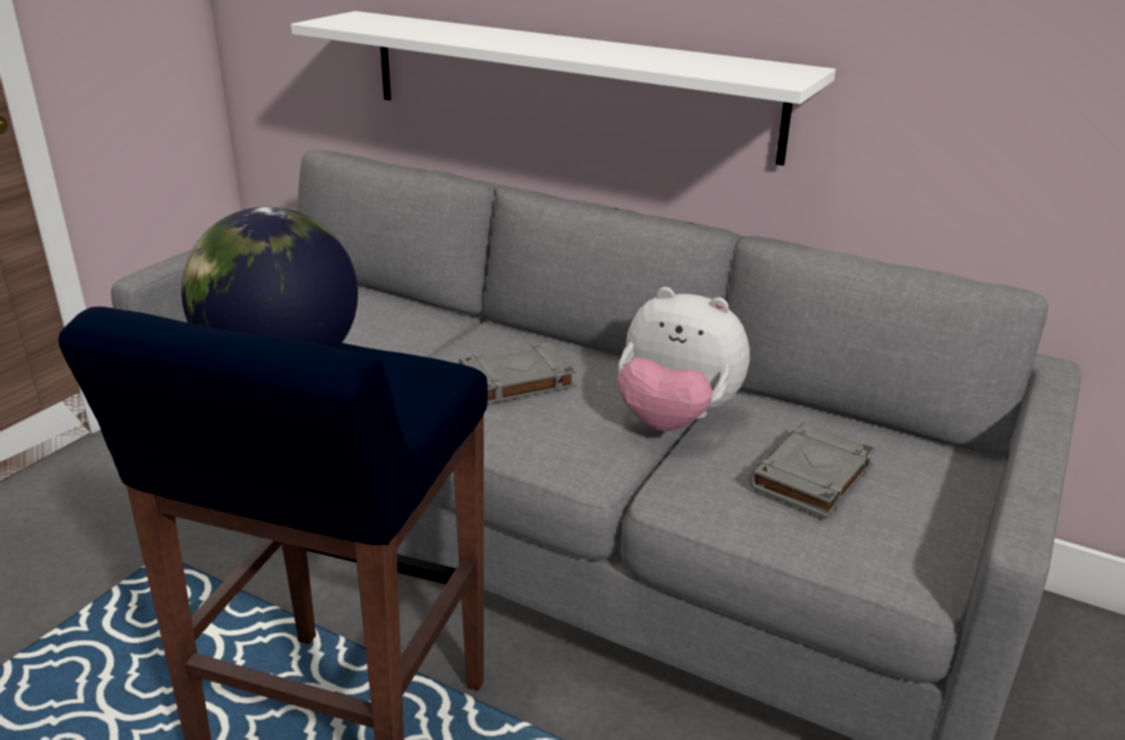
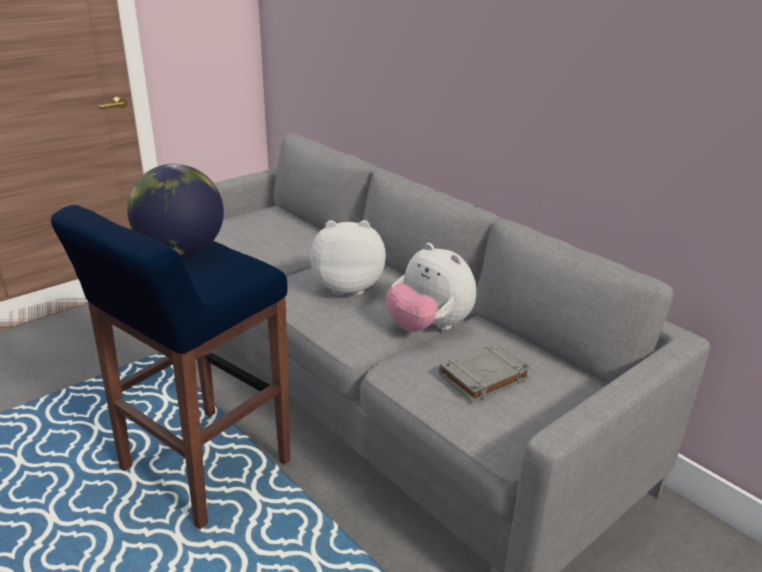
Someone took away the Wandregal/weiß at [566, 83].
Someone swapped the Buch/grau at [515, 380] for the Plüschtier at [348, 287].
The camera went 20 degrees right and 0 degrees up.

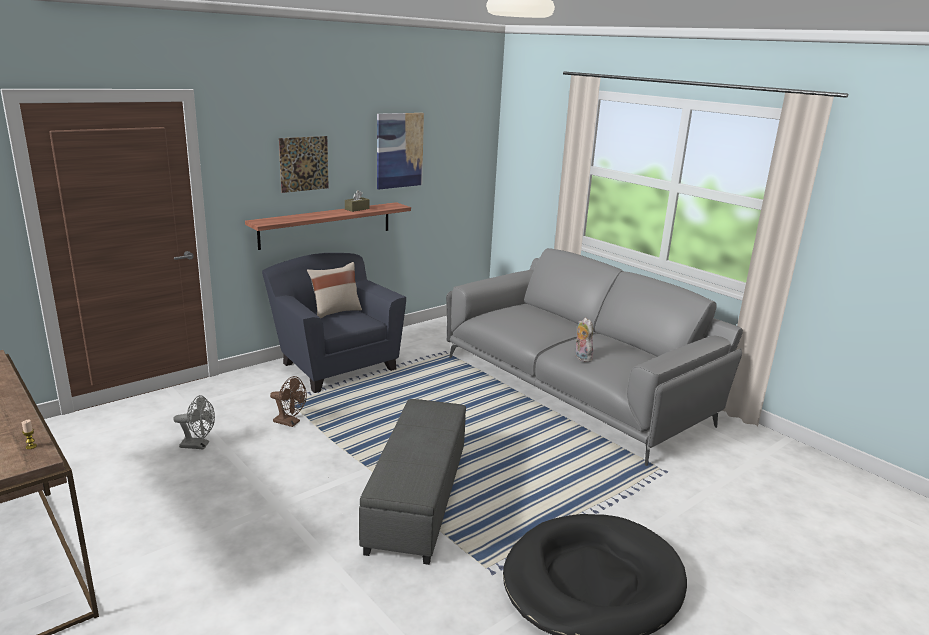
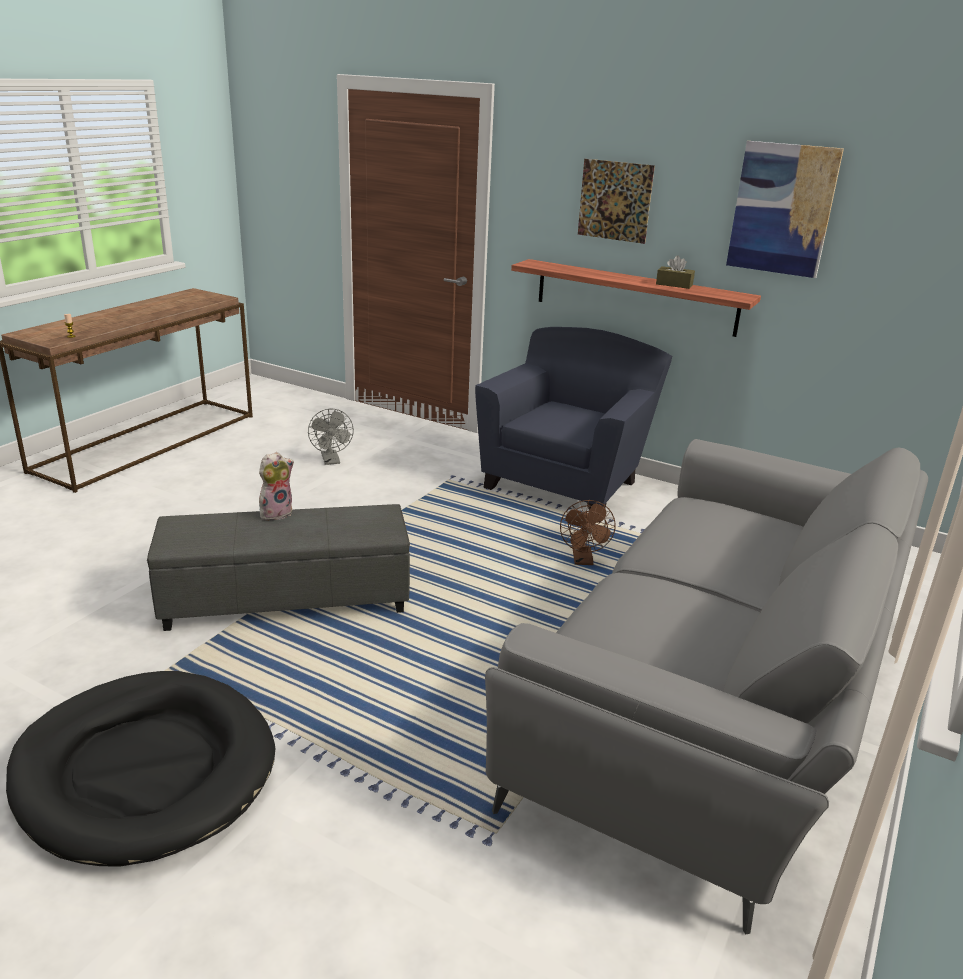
Someone carried the Ventilator/braun from [290, 422] to [583, 560].
Someone took away the Kissen/beige at [335, 312].
Someone carried the Plüschtier from [581, 357] to [276, 513].
The camera went 70 degrees right and 5 degrees up.

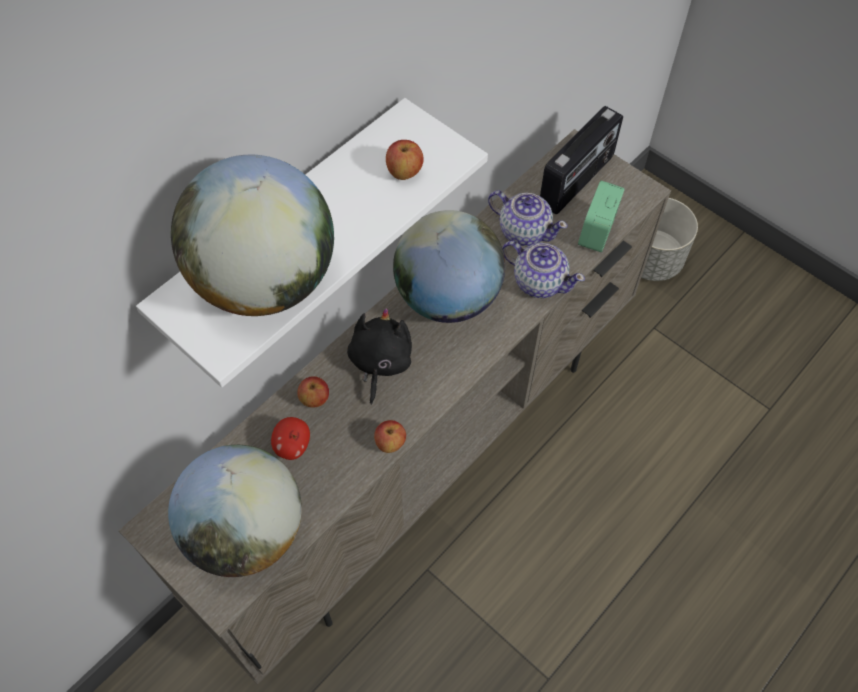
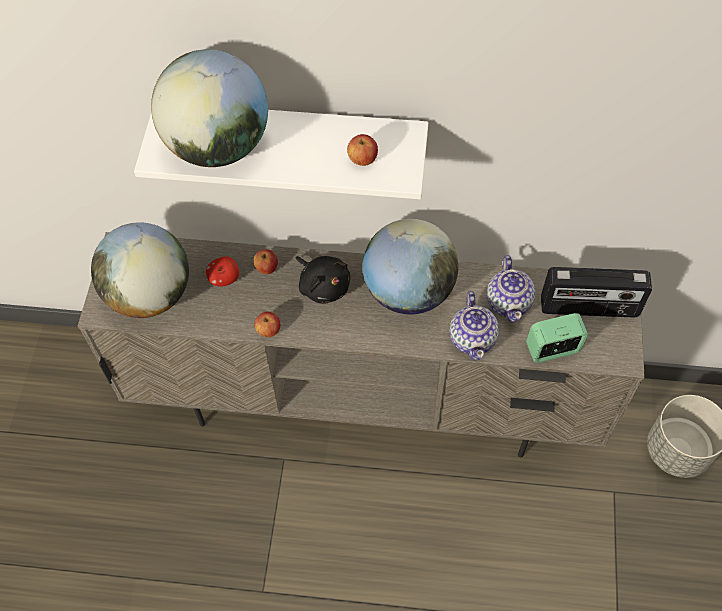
Someone rotated the Plüschtier/schwarz at [380, 362] by 75 degrees clockwise.
The camera went 55 degrees right and 0 degrees up.

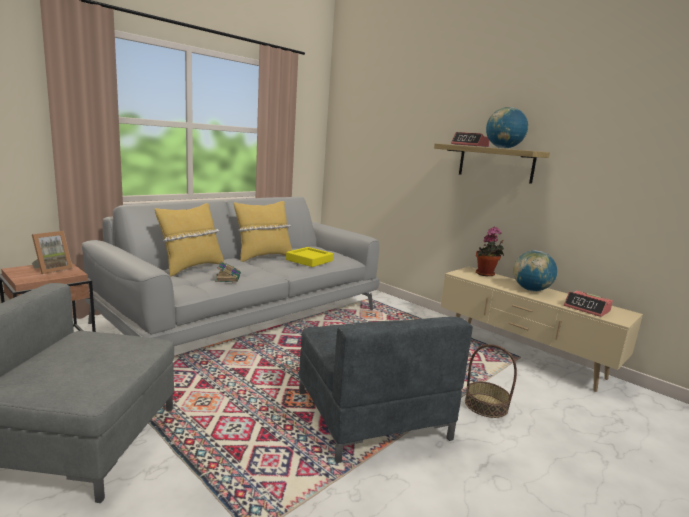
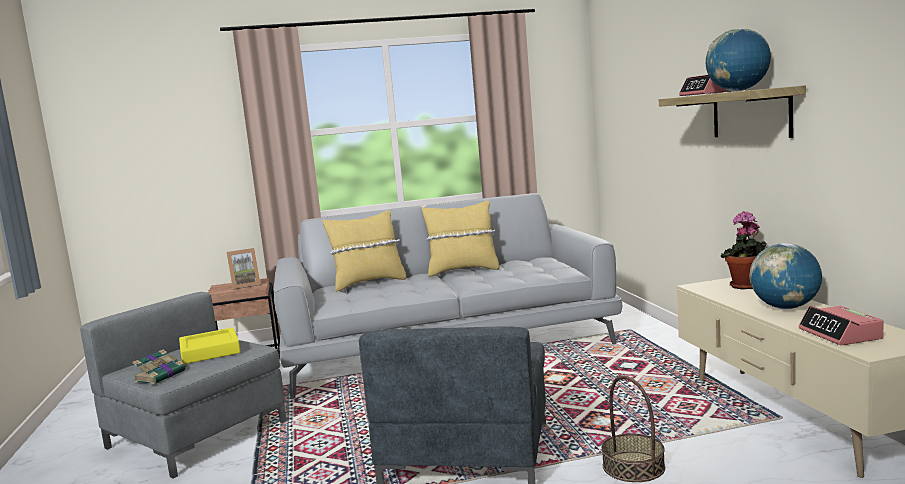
Someone carried the Buch from [228, 278] to [161, 375].
Someone carried the Tablett/gelb from [309, 260] to [210, 351].
The camera went 35 degrees right and 5 degrees down.

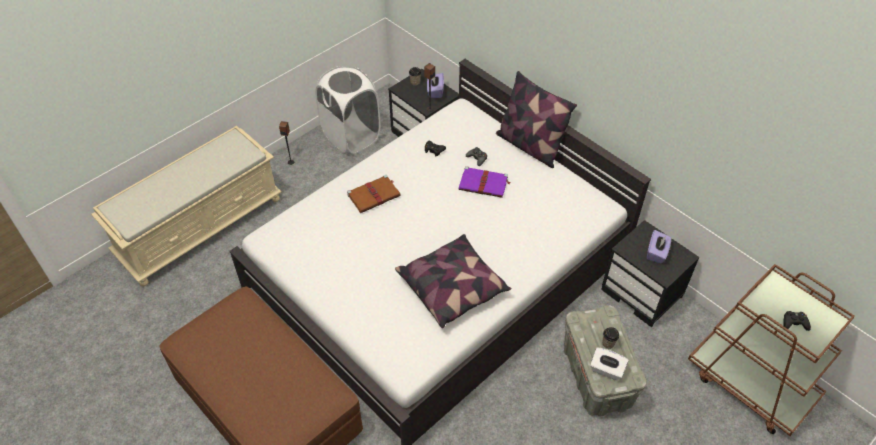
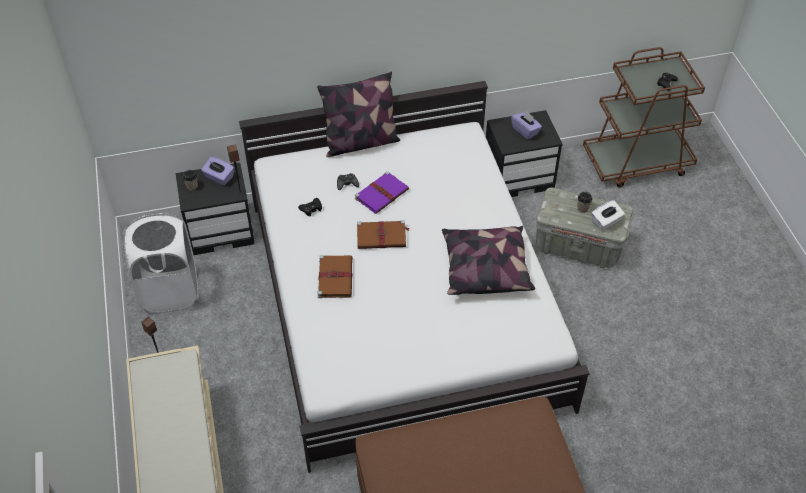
Someone put down the Buch/braun at [382, 236].
The camera went 60 degrees left and 0 degrees up.

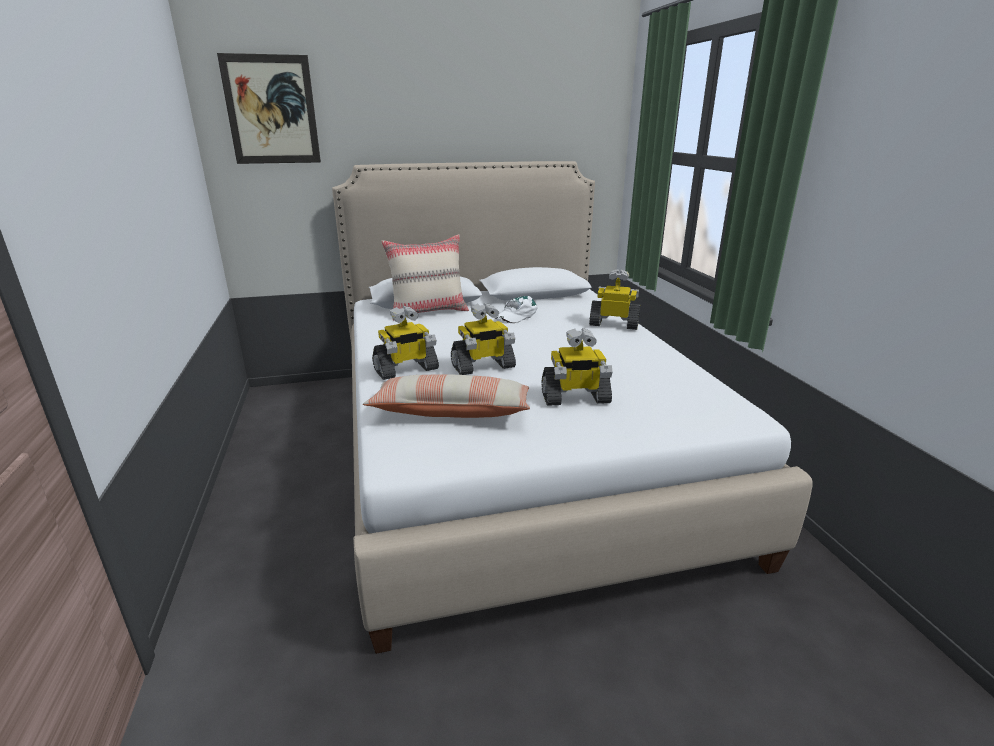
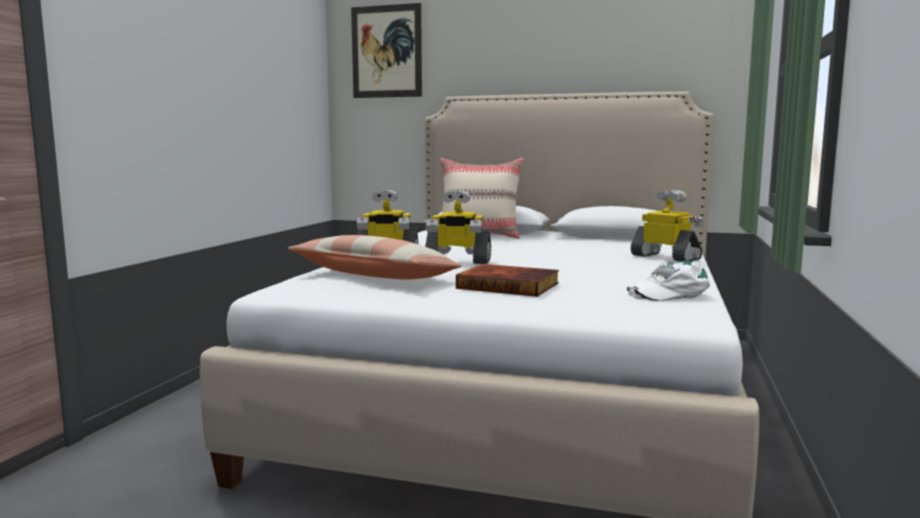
Someone carried the Kappe/weiß from [516, 315] to [668, 293].
Someone swapped the Spielzeugroboter at [575, 398] for the Buch at [509, 285].
The camera went 30 degrees right and 15 degrees down.

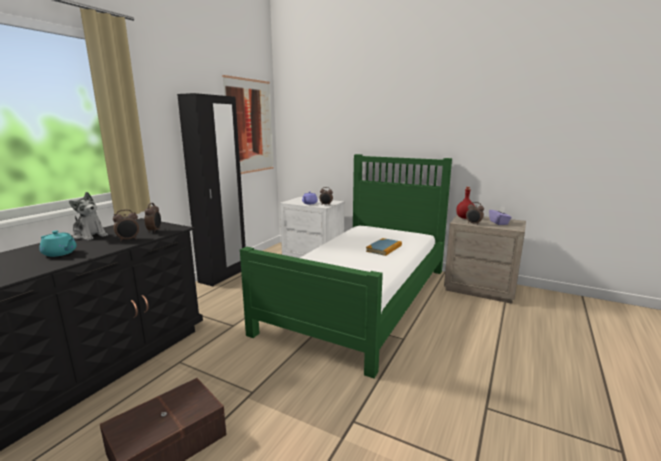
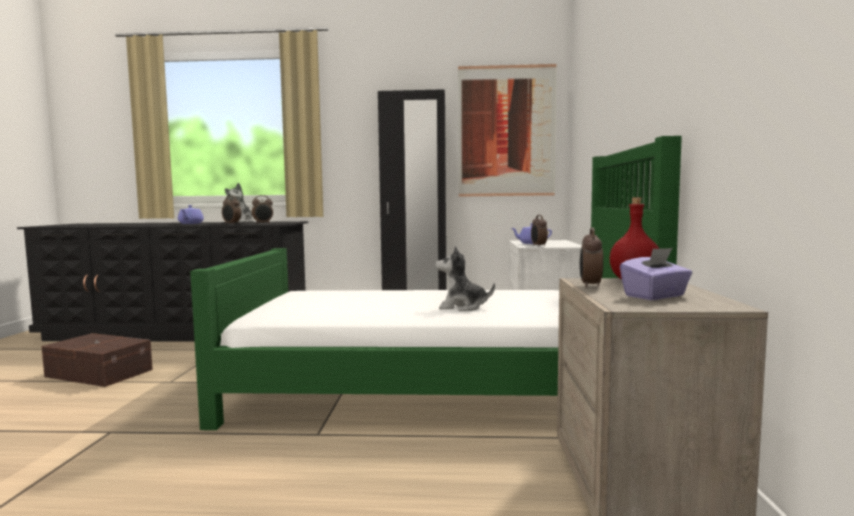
Someone repainted the Teekanne/türkis at [60, 253], which became the Teekanne/lila at [190, 223].
Someone swapped the Buch at [384, 248] for the Plüschtier at [462, 307].
The camera went 65 degrees right and 10 degrees down.

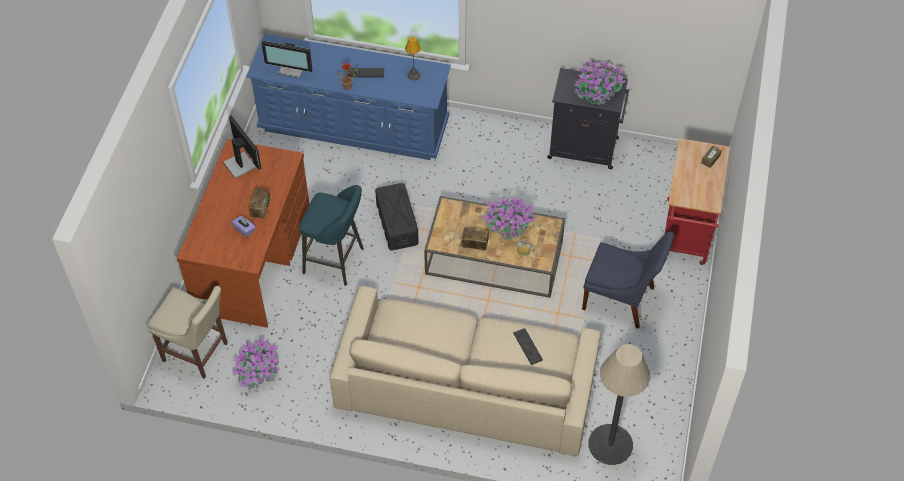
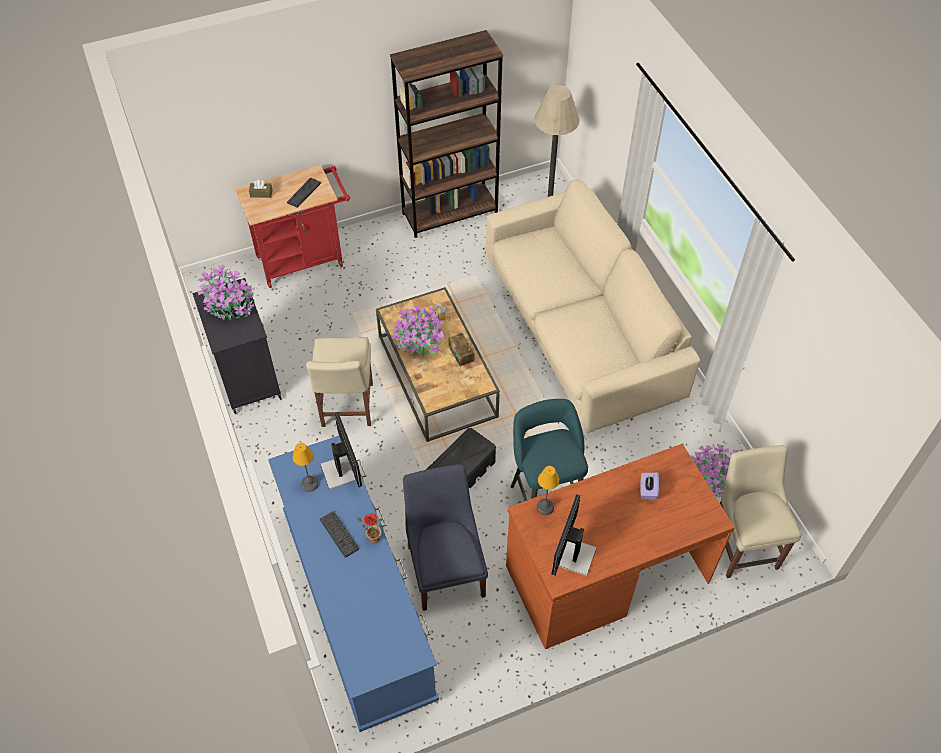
Someone took away the Radio at [260, 209].
Someone carried the Monitor from [292, 69] to [341, 471].
Someone carried the Tastatur from [528, 346] to [304, 193].
Someone carried the Stuhl/blau from [621, 300] to [446, 566].
Someone put down the Stuhl/beige at [346, 408].
Someone put down the Bücherregal/braun at [450, 213].
Someone put down the Tischlampe at [544, 507].
The camera went 125 degrees left and 0 degrees up.

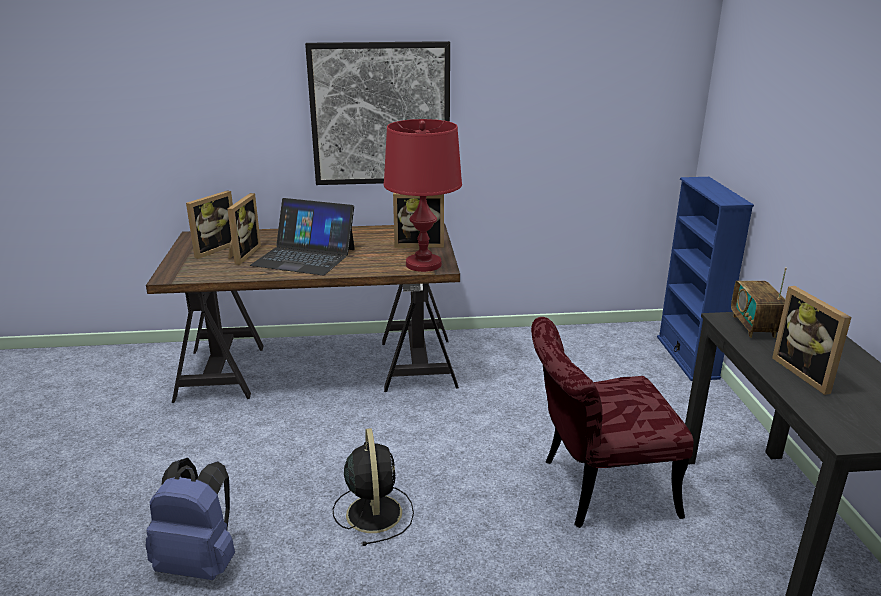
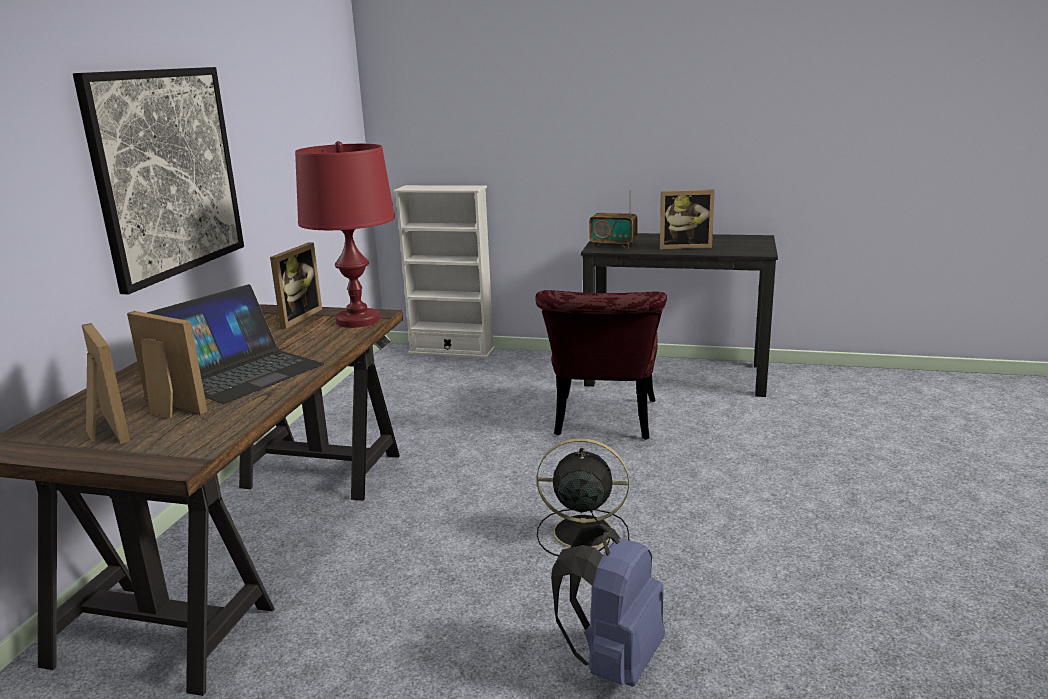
Someone repainted the Bücherregal/blau at [687, 357], which became the Bücherregal/weiß at [452, 351].
The camera went 70 degrees left and 5 degrees down.

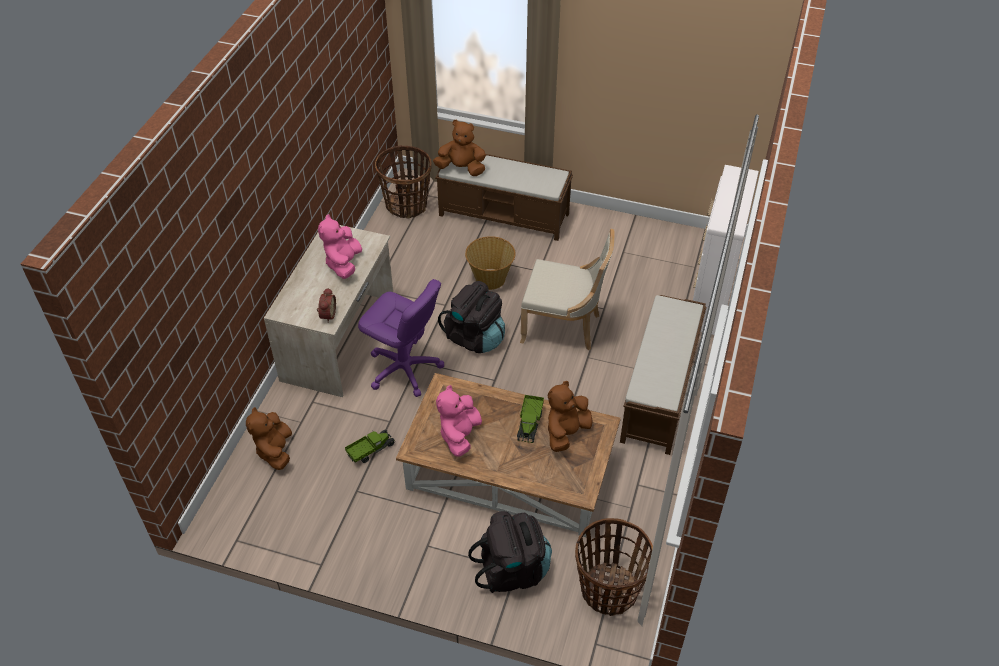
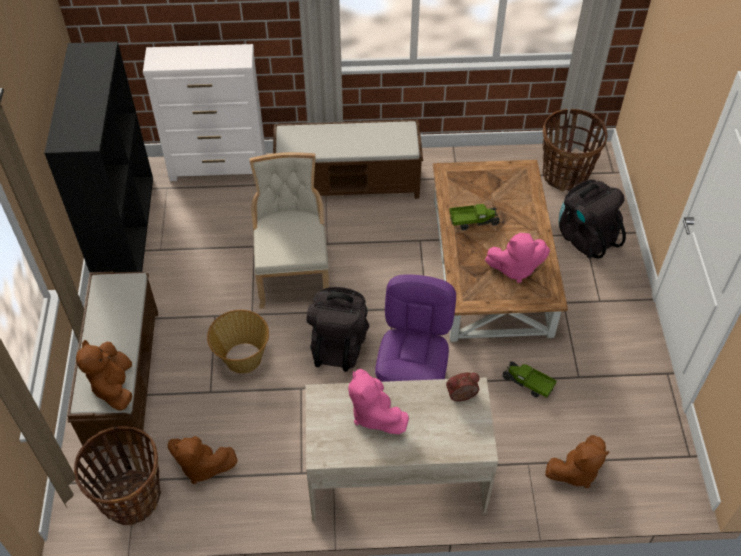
Someone rotated the Plüschtier/rosa at [343, 264] by 75 degrees clockwise.
Someone carried the Plüschtier/braun from [566, 432] to [202, 466].
Someone put down the Bücherregal/schwarz at [124, 228].
The camera went 110 degrees left and 5 degrees up.

